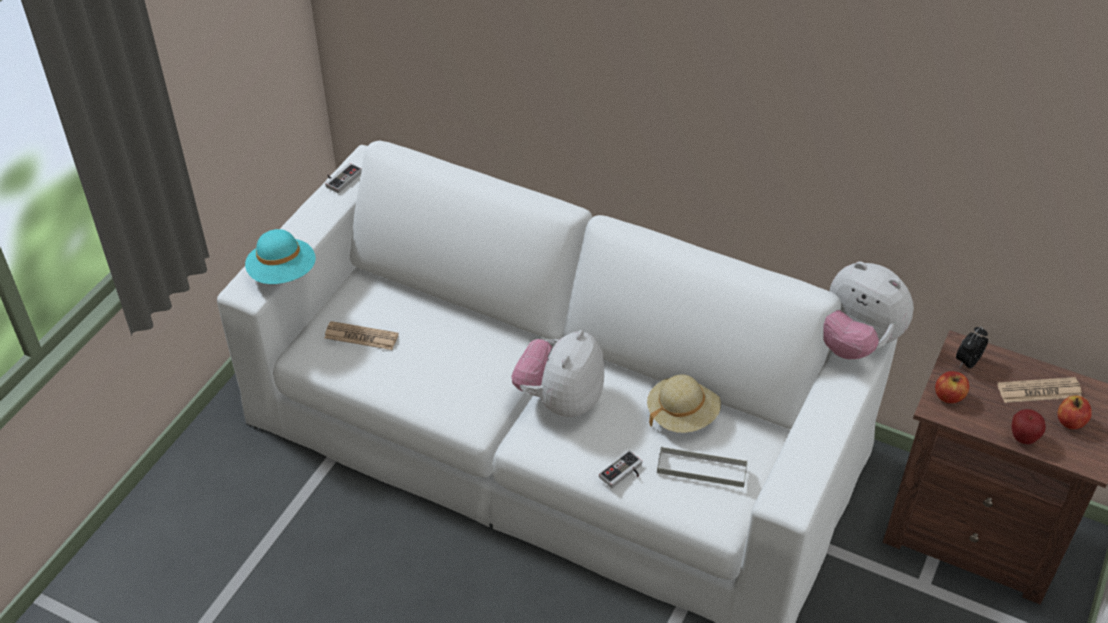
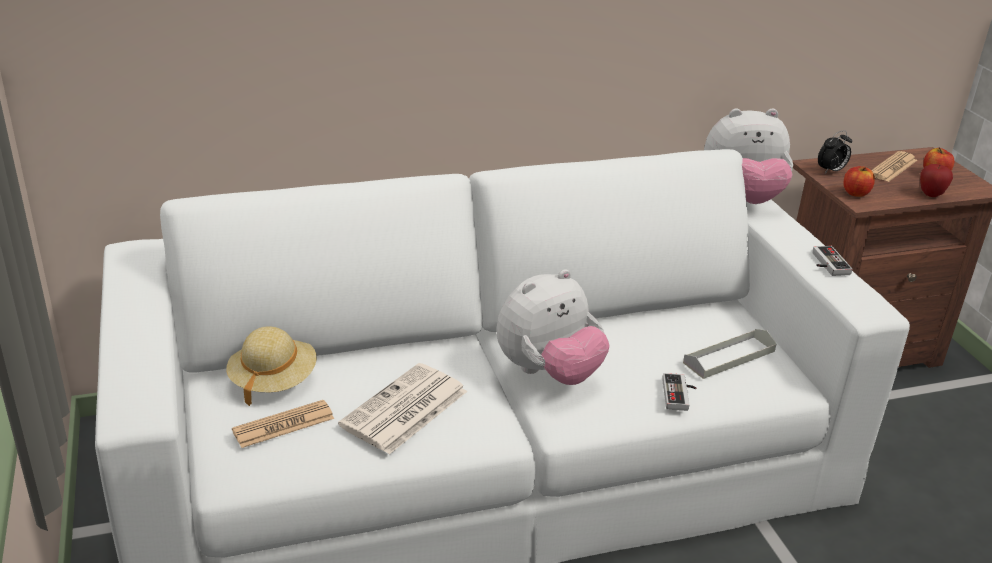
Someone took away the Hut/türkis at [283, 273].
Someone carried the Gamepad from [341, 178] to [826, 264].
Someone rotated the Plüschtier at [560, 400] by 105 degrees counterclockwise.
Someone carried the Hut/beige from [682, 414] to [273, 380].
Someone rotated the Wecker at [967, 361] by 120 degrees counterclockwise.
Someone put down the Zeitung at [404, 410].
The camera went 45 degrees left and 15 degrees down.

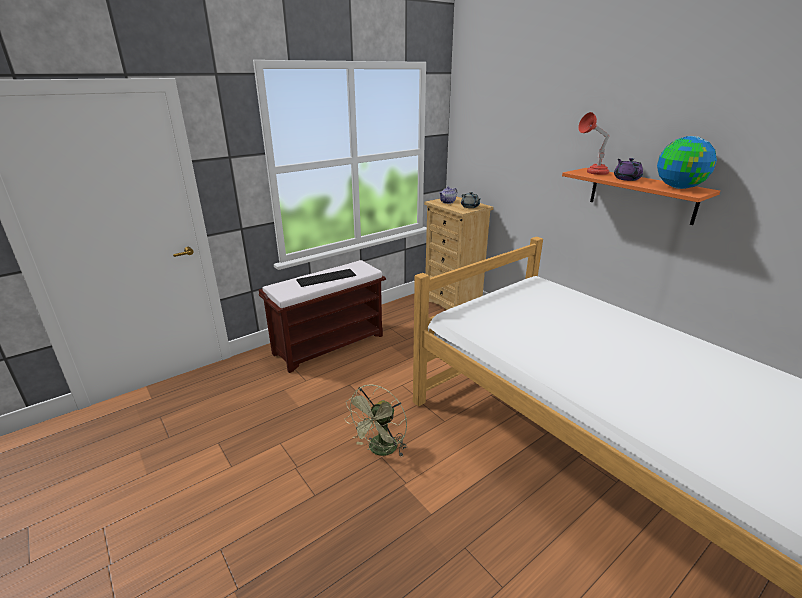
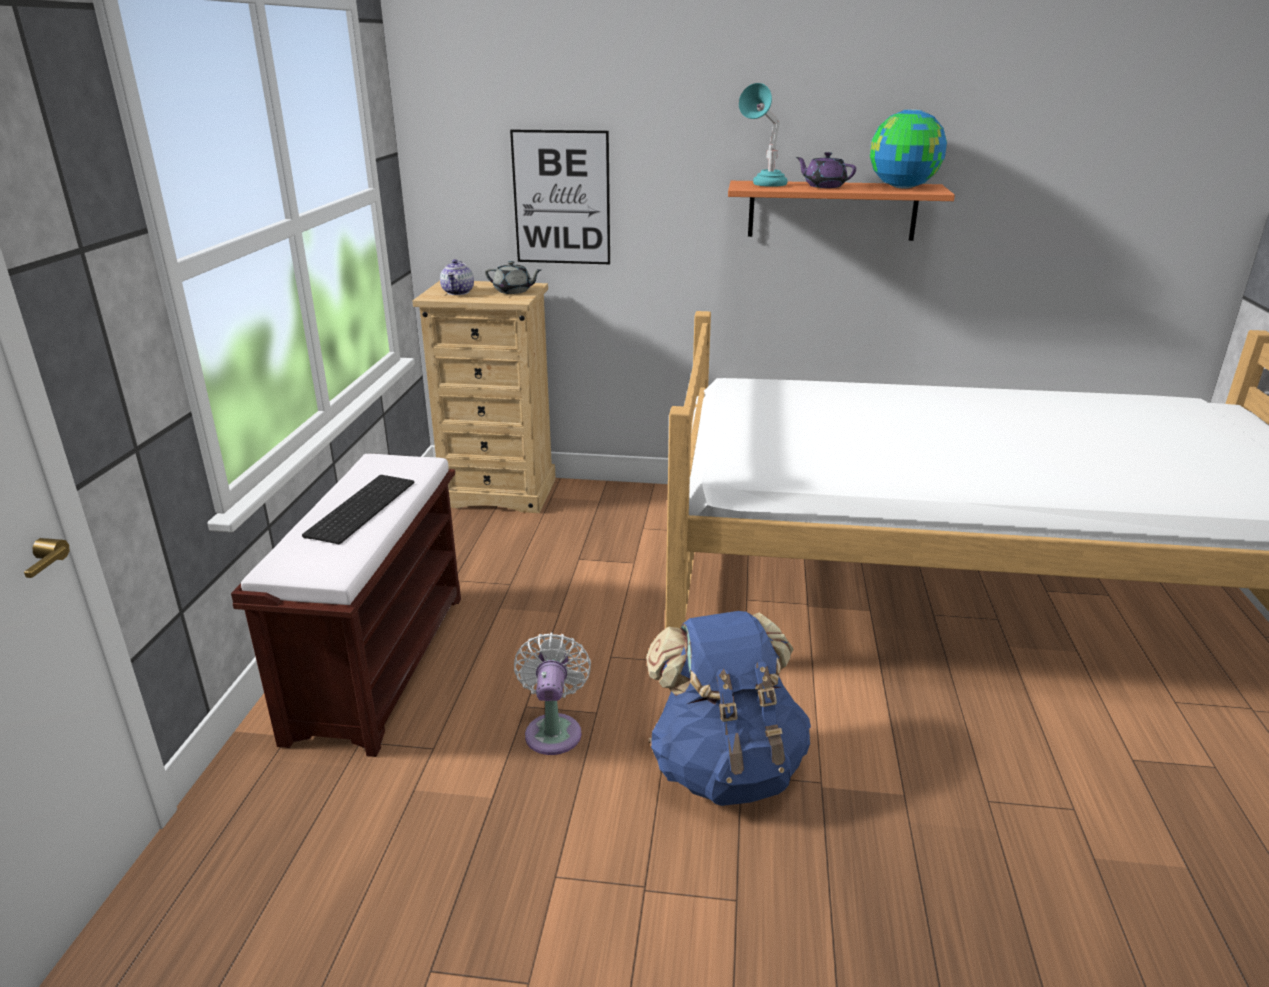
Someone swapped the Ventilator/grün at [380, 450] for the Rucksack/blau at [726, 767].
Someone repainted the Tischlampe/rot at [591, 173], which became the Tischlampe/türkis at [763, 185].
Someone put up the Bild at [561, 198].
Someone put down the Ventilator/weiß at [554, 730].
The camera went 45 degrees left and 0 degrees up.

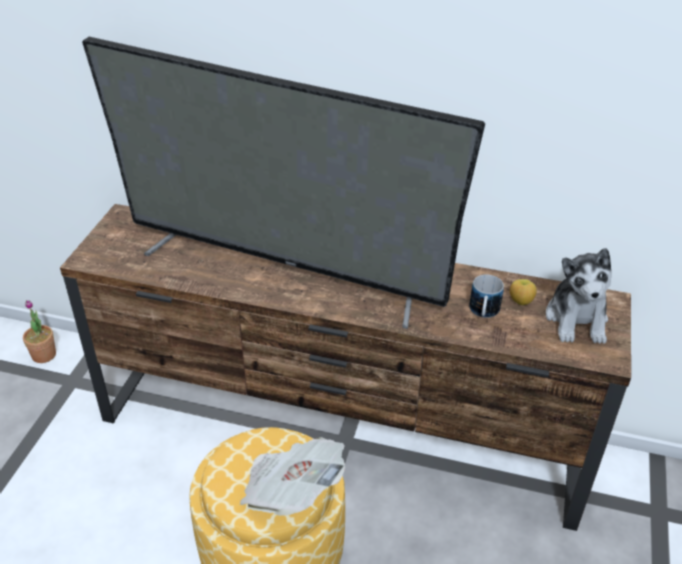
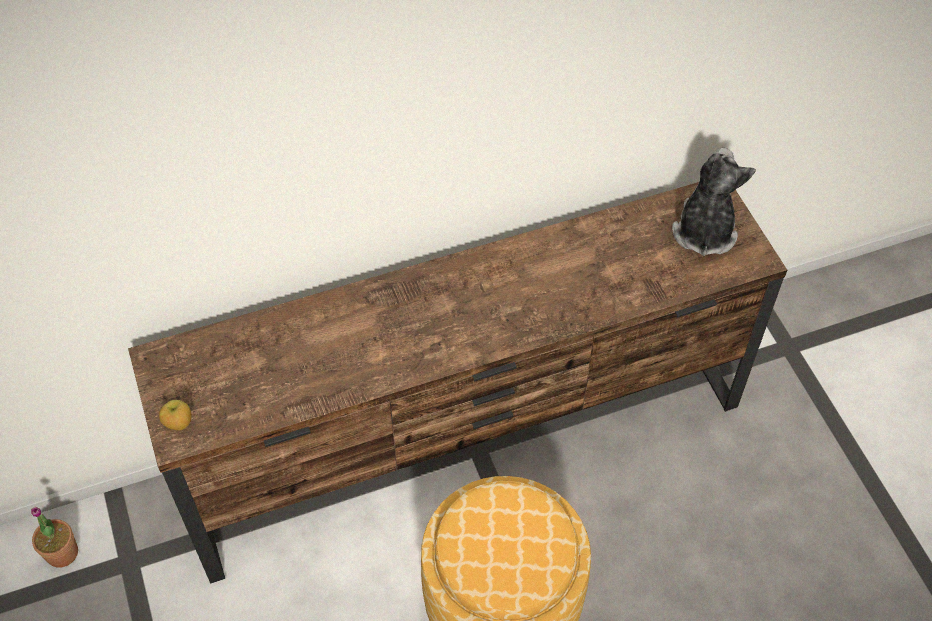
Someone took away the Fernseher at [282, 269].
Someone took away the Zeitung at [291, 491].
Someone took away the Henkelbecher at [483, 313].
Someone carried the Apfel from [520, 302] to [178, 424].
Someone rotated the Plüschtier at [577, 319] by 135 degrees counterclockwise.
The camera went 35 degrees left and 15 degrees up.

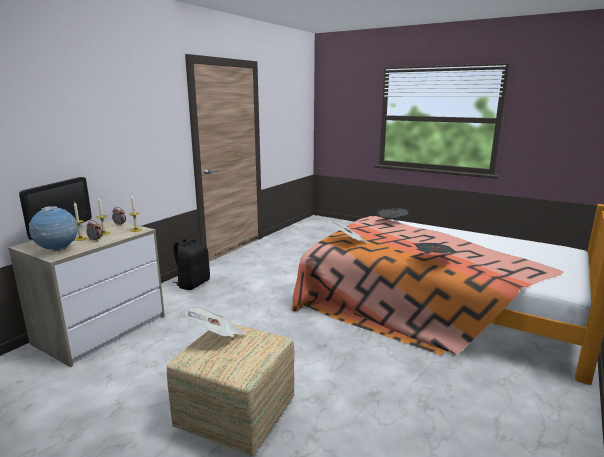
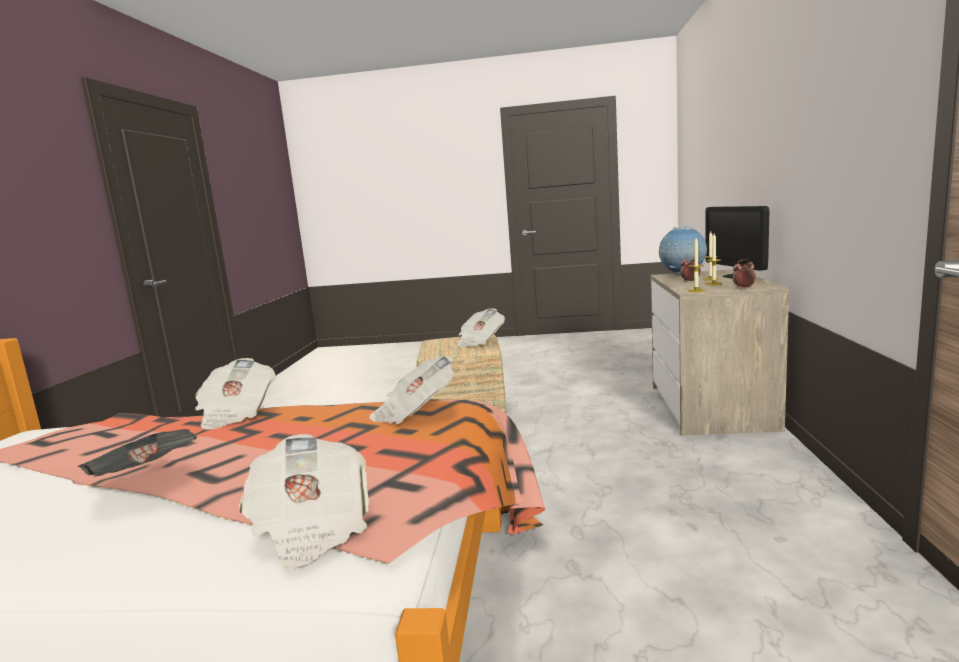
Someone took away the Rucksack/schwarz at [193, 284].
Someone put down the Zeitung at [147, 480].
The camera went 155 degrees right and 5 degrees down.

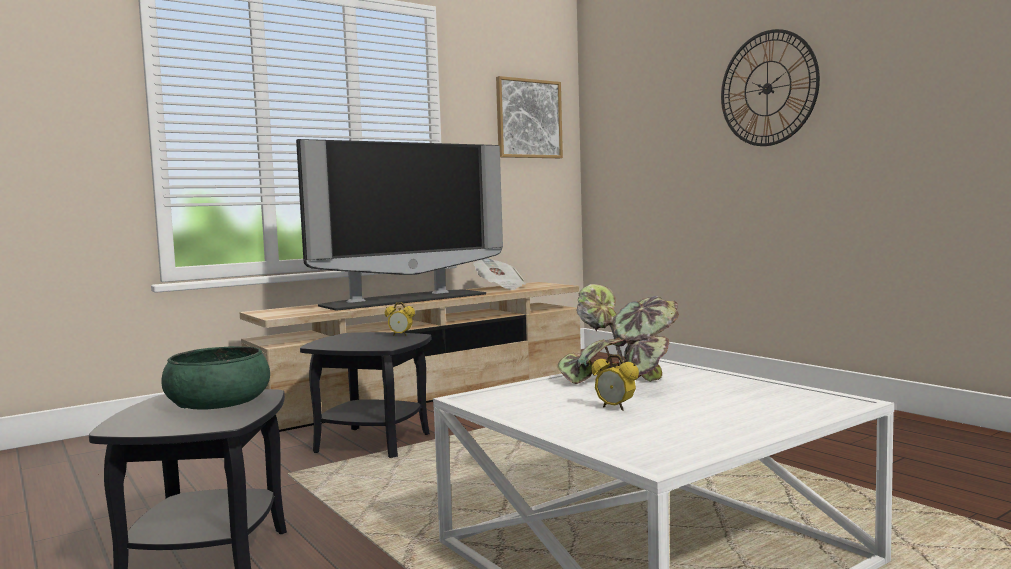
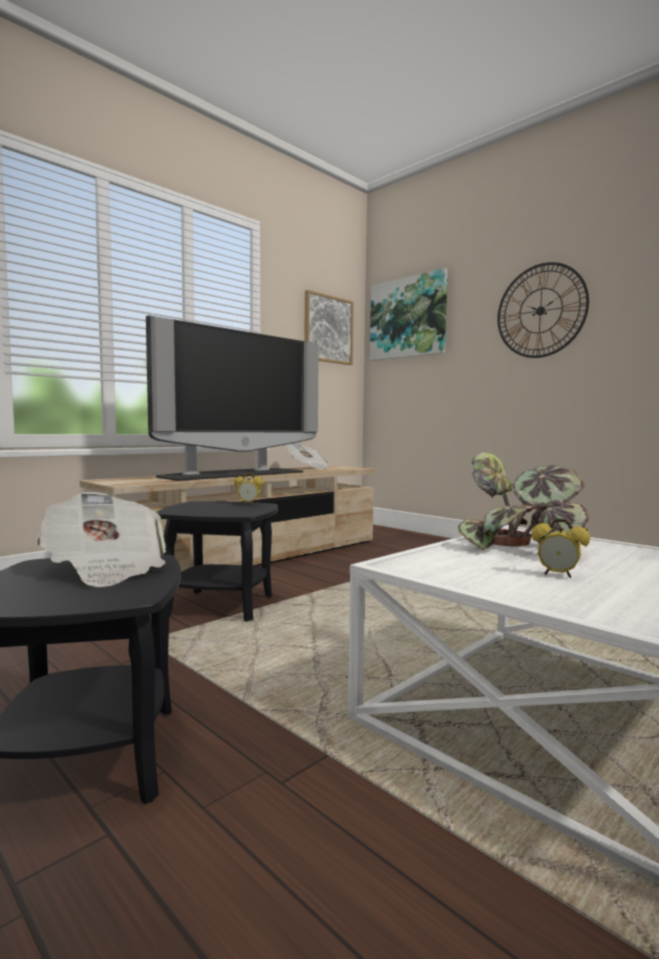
Someone swapped the Schüssel/grün at [218, 402] for the Zeitung at [106, 569].
Someone put up the Bild at [408, 318].
The camera went 10 degrees left and 0 degrees up.

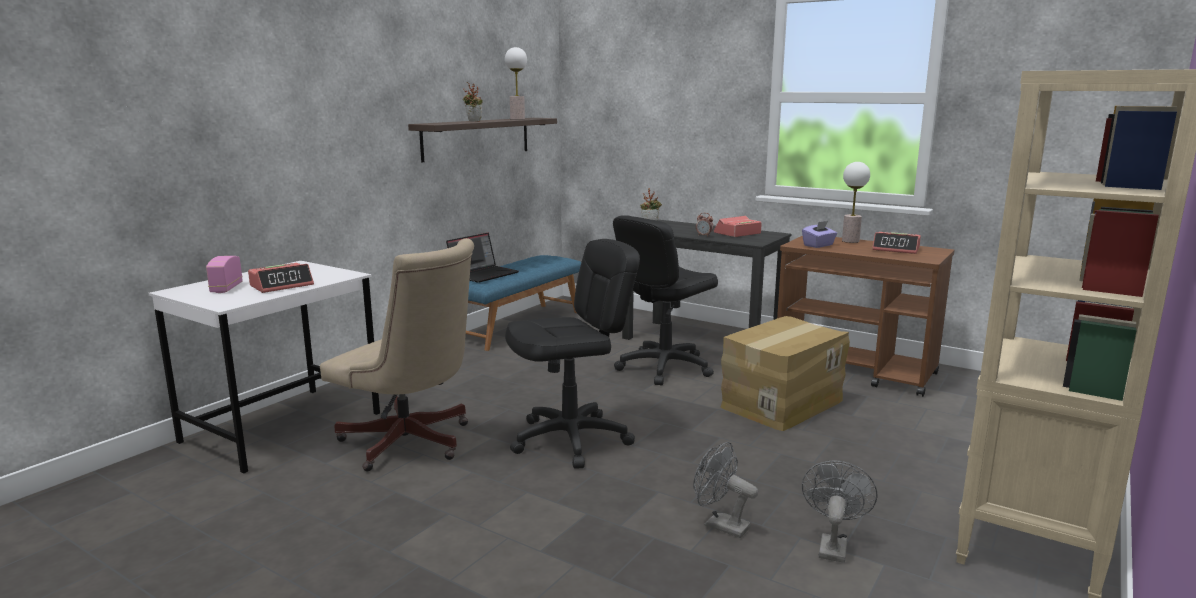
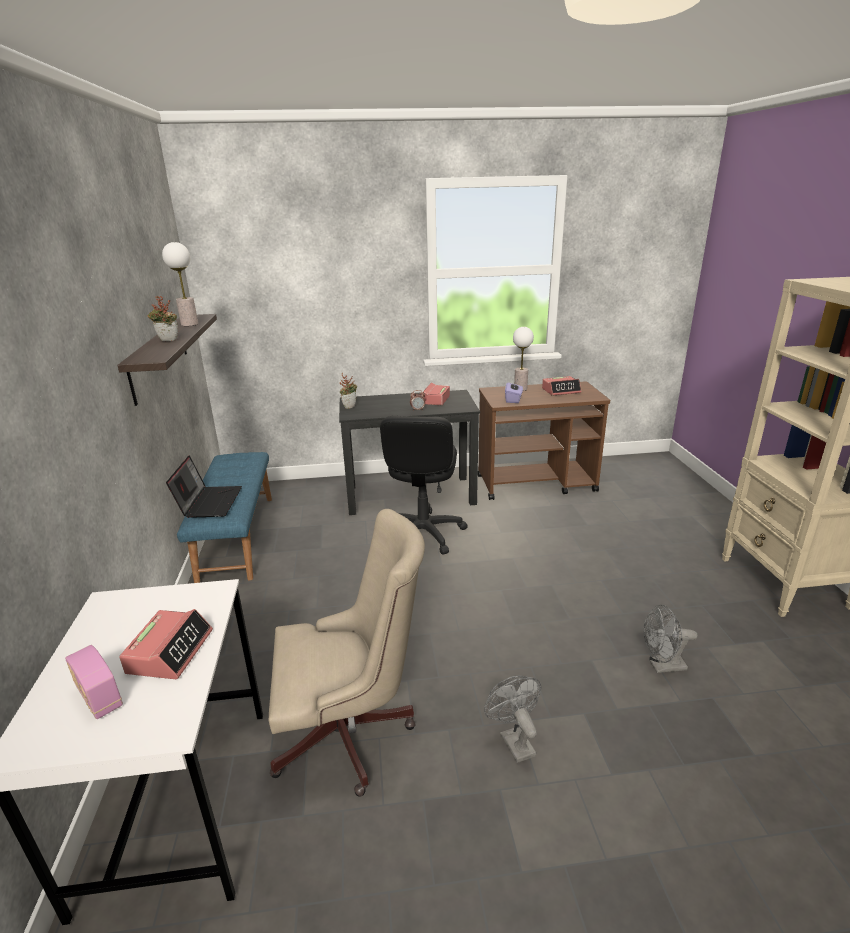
Someone took away the Bürostuhl/schwarz at [571, 440].
Someone took away the Karton at [780, 403].
Someone carried the Ventilator/grau from [832, 545] to [513, 740].
The camera went 40 degrees left and 10 degrees up.

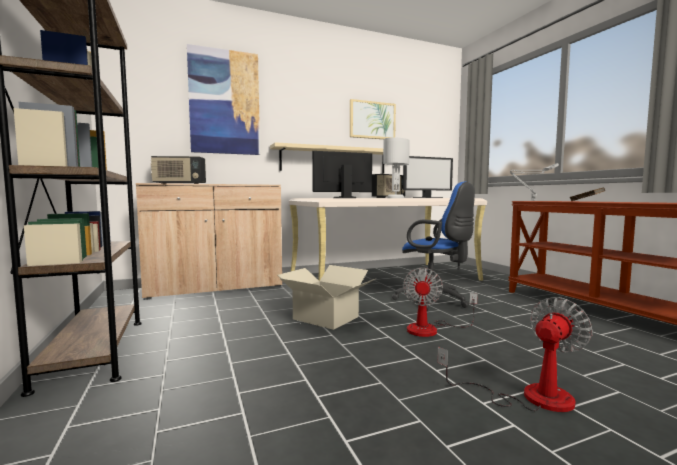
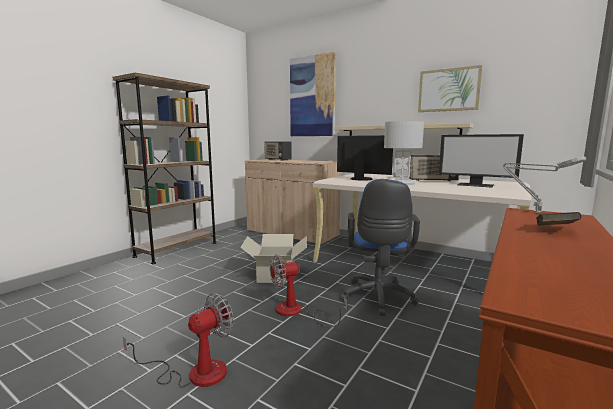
Someone rotated the Ventilator at [529, 397] by 60 degrees counterclockwise.
The camera went 55 degrees right and 5 degrees up.

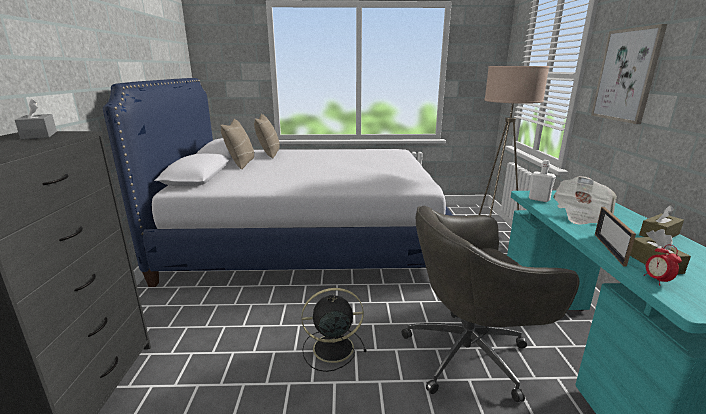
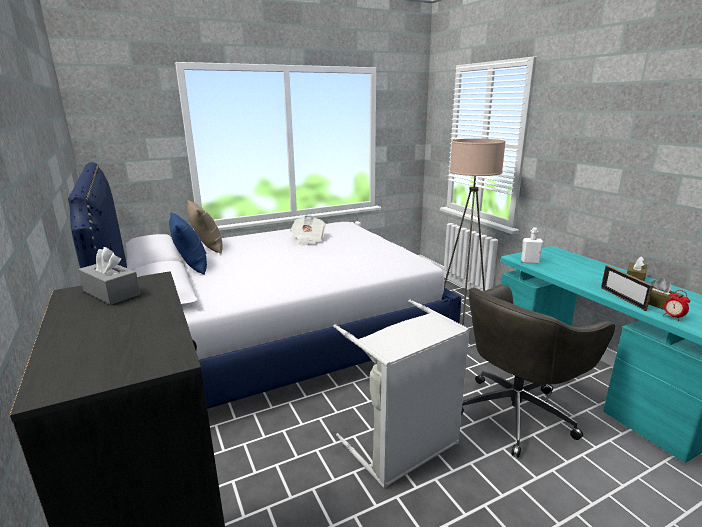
Someone repainted the Kissen/beige at [241, 163], which became the Kissen/blau at [192, 267].
Someone swapped the Ventilator/schwarz at [331, 348] for the Wäschekorb/grau at [404, 448].
Someone carried the Zeitung from [580, 215] to [308, 240].
Someone took away the Bild at [626, 75].
The camera went 25 degrees left and 0 degrees up.

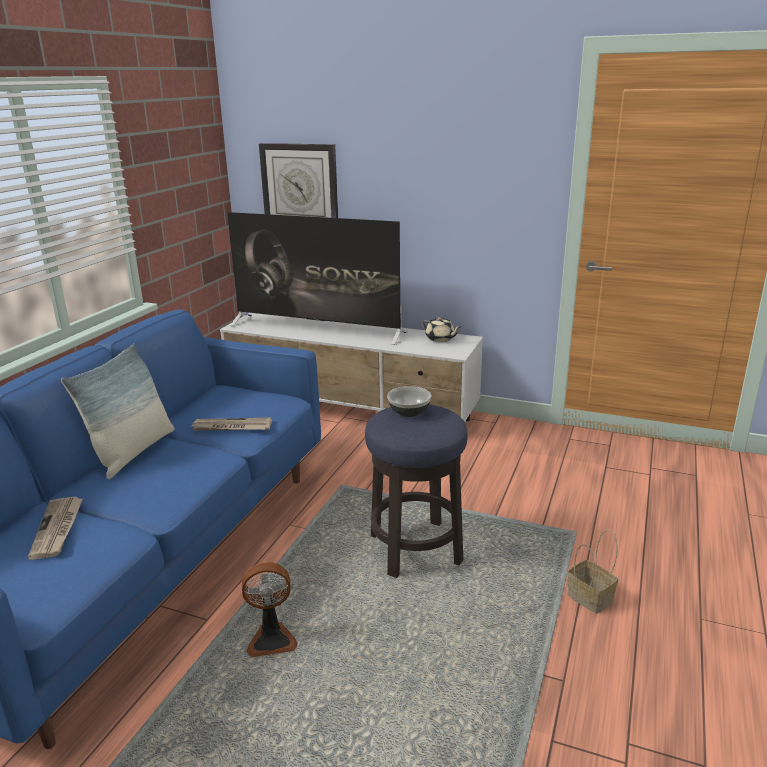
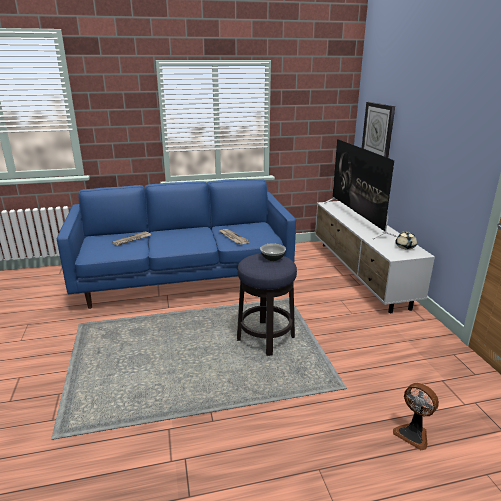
Someone took away the Kissen at [133, 452].
Someone carried the Ventilator from [272, 640] to [413, 434].
Someone took away the Korb at [591, 598].
The camera went 55 degrees right and 0 degrees up.

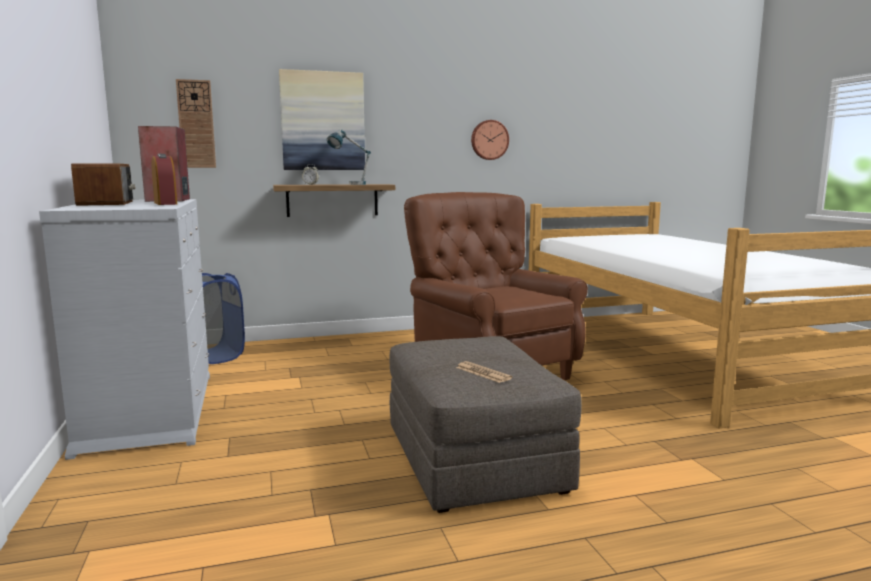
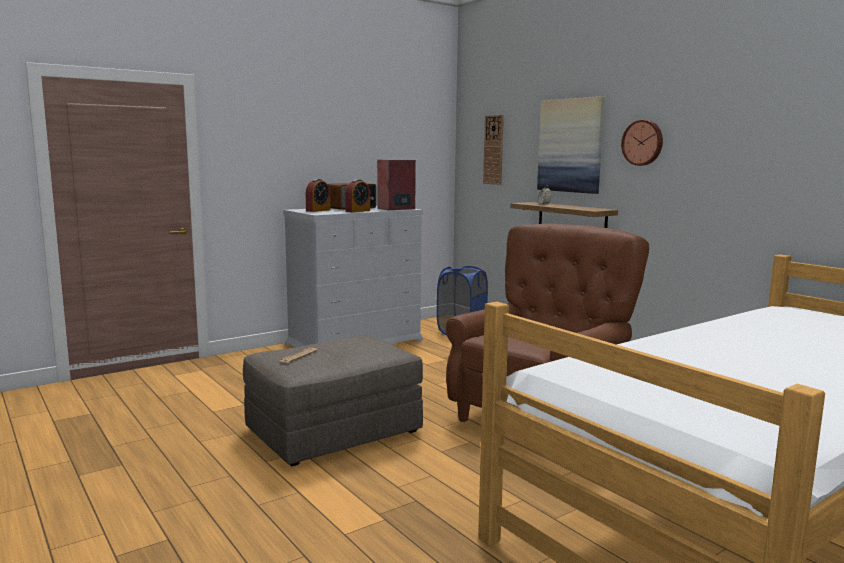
Someone took away the Tischlampe at [350, 184].
Someone carried the Wanduhr from [489, 140] to [643, 142].
Someone put down the Wecker at [318, 210].
The camera went 70 degrees right and 0 degrees up.

